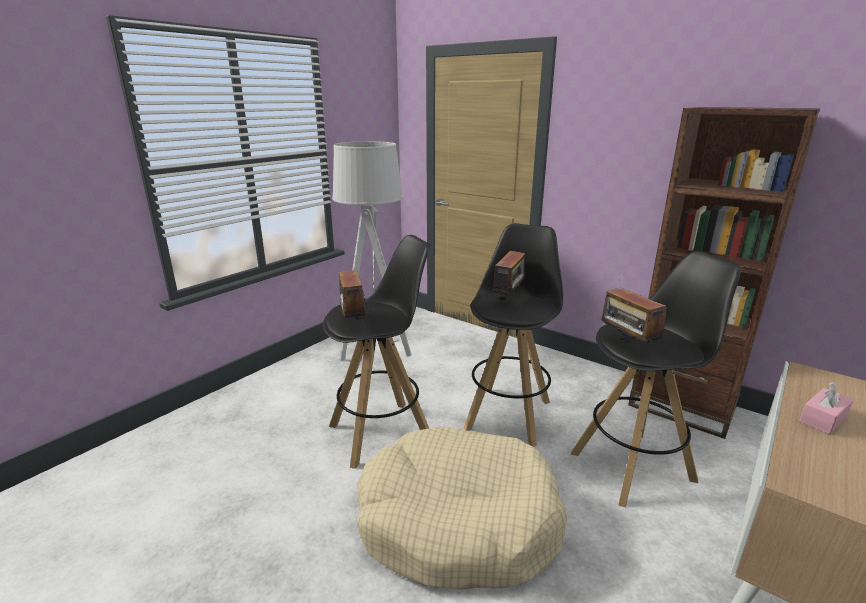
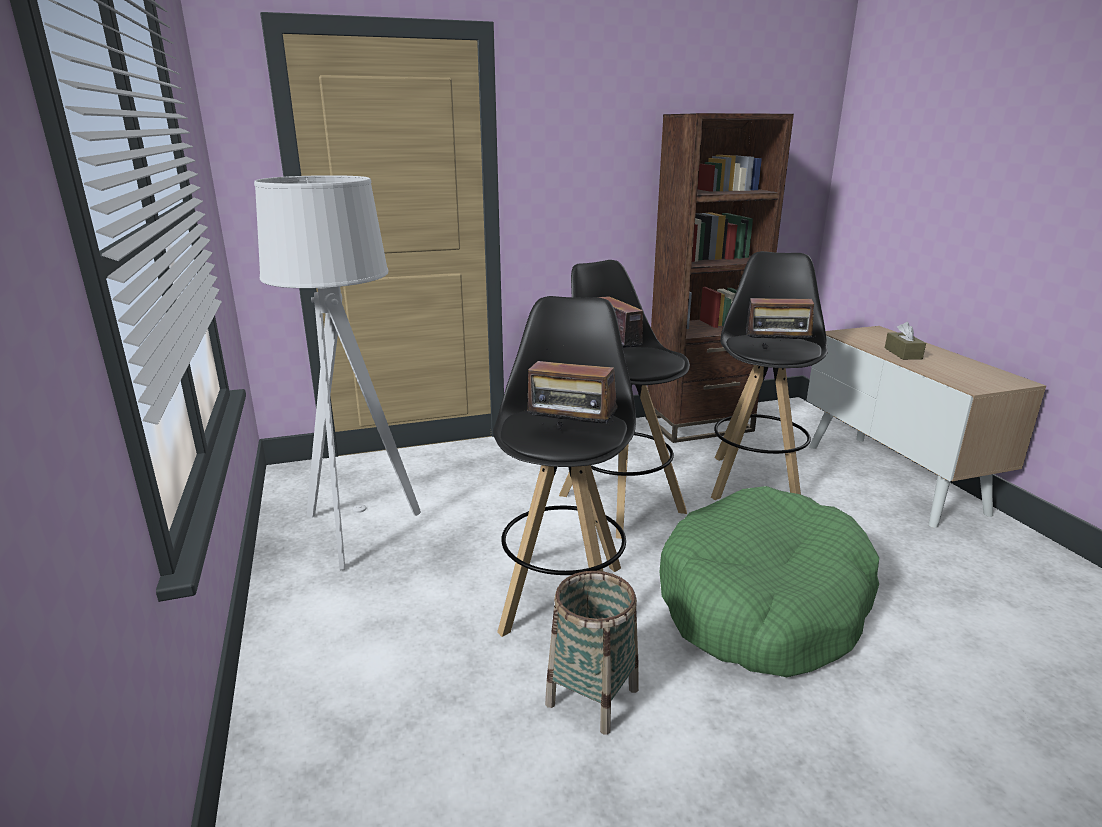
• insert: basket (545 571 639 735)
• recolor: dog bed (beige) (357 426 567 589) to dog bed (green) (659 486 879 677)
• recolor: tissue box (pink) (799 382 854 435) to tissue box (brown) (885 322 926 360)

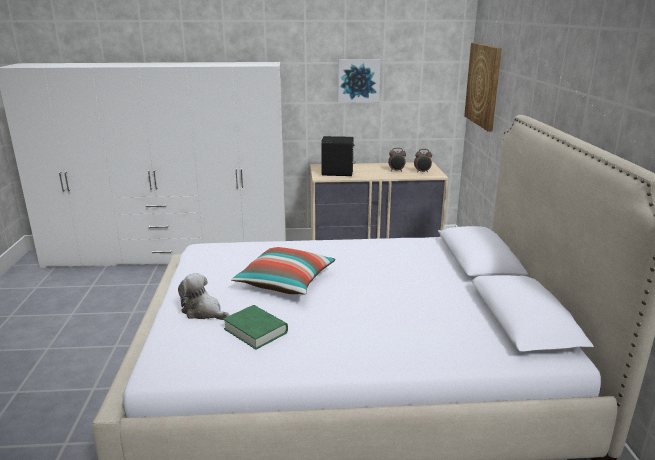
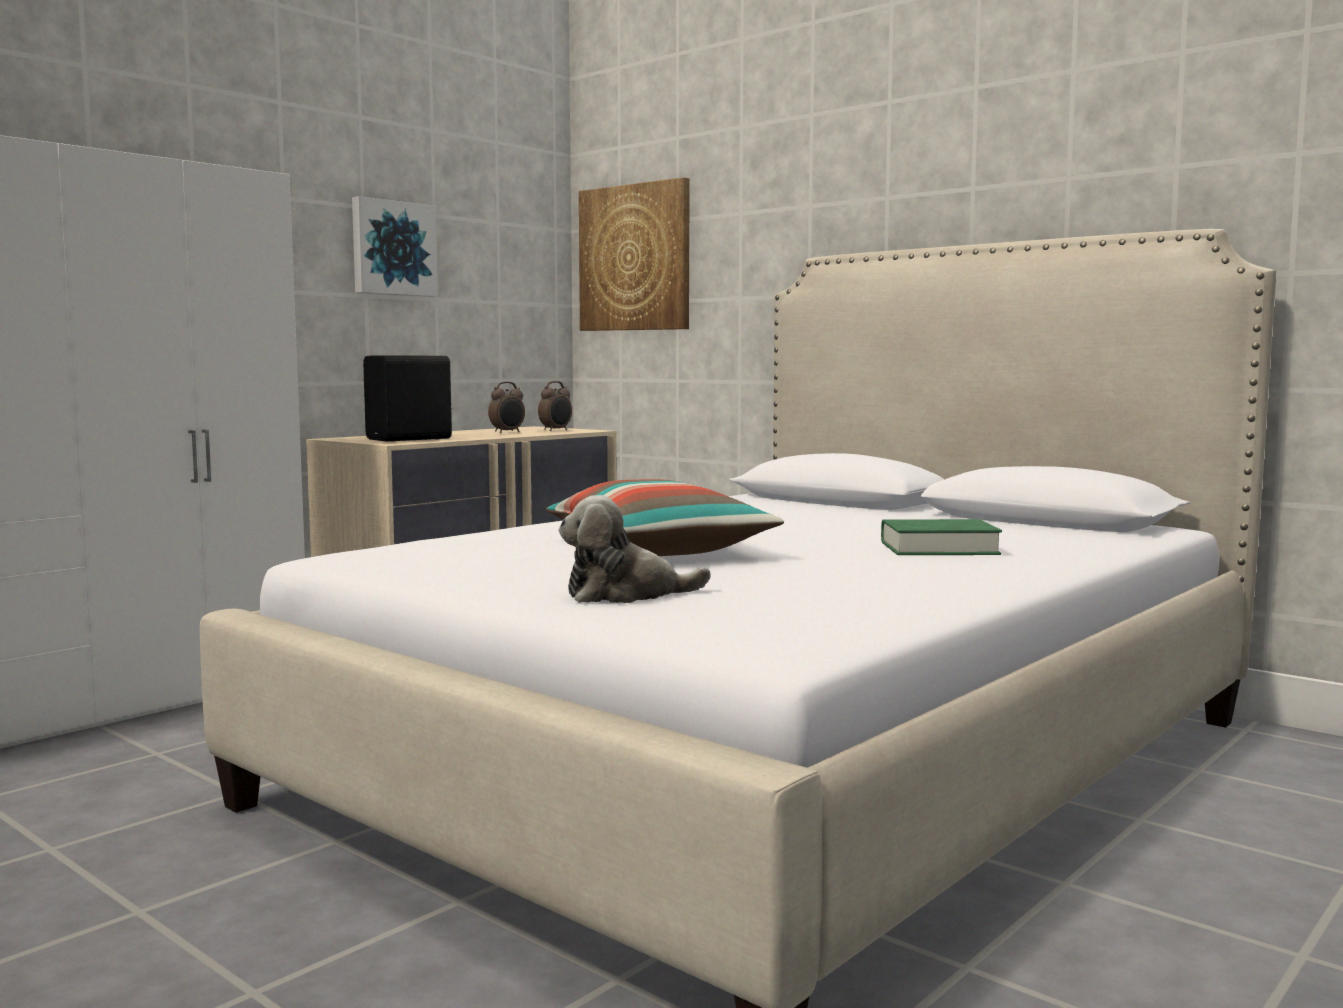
• move: book (green) (223 305 288 350) to (881 519 1002 555)

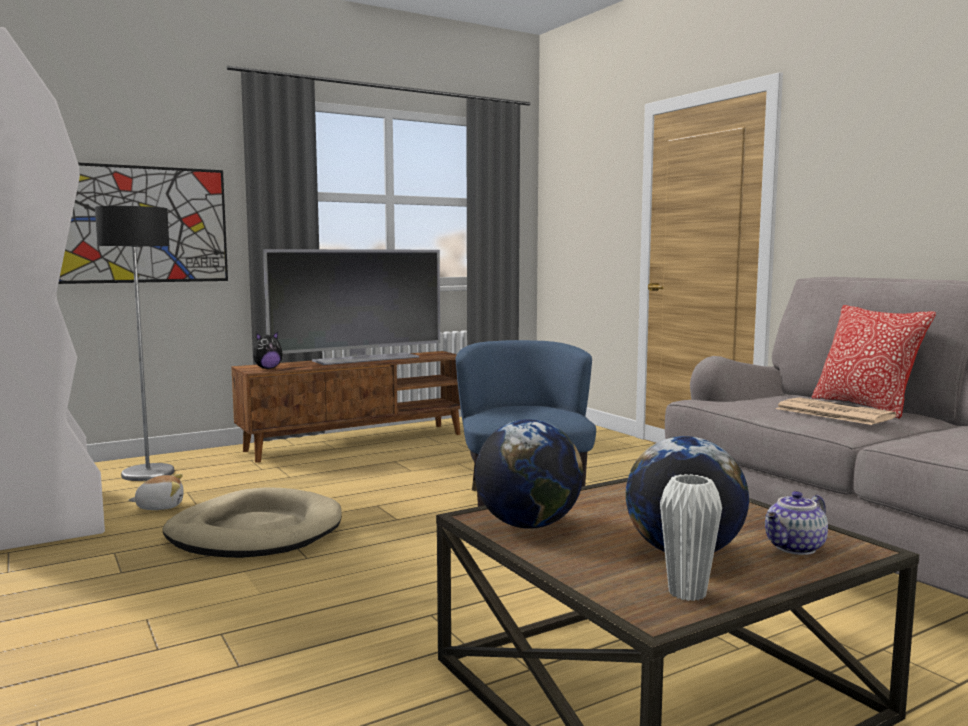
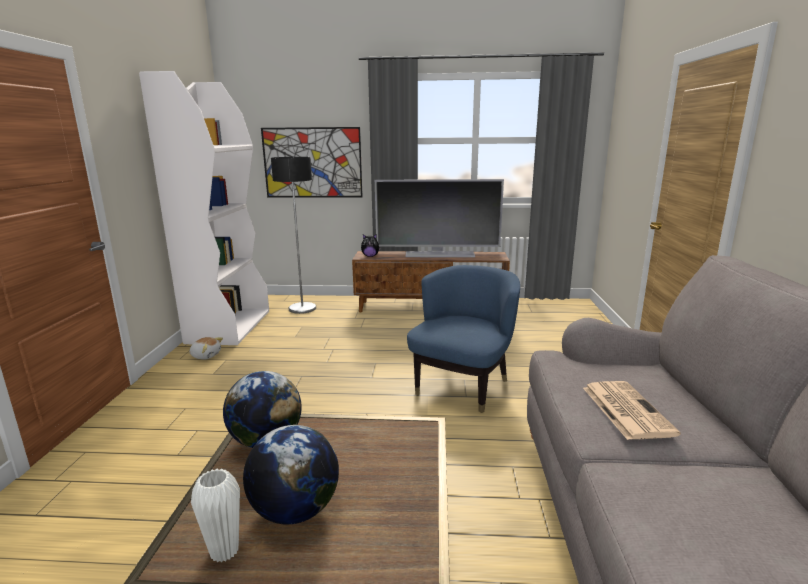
• delete: dog bed (beige) (163 488 342 558)
• delete: teapot (765 491 828 555)
• delete: pillow (811 305 936 419)
• move: plush toy (128 474 184 510) to (190 337 223 360)

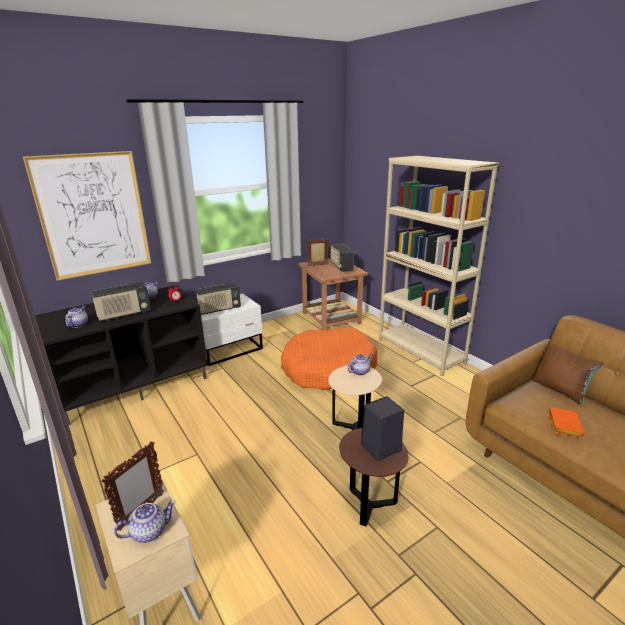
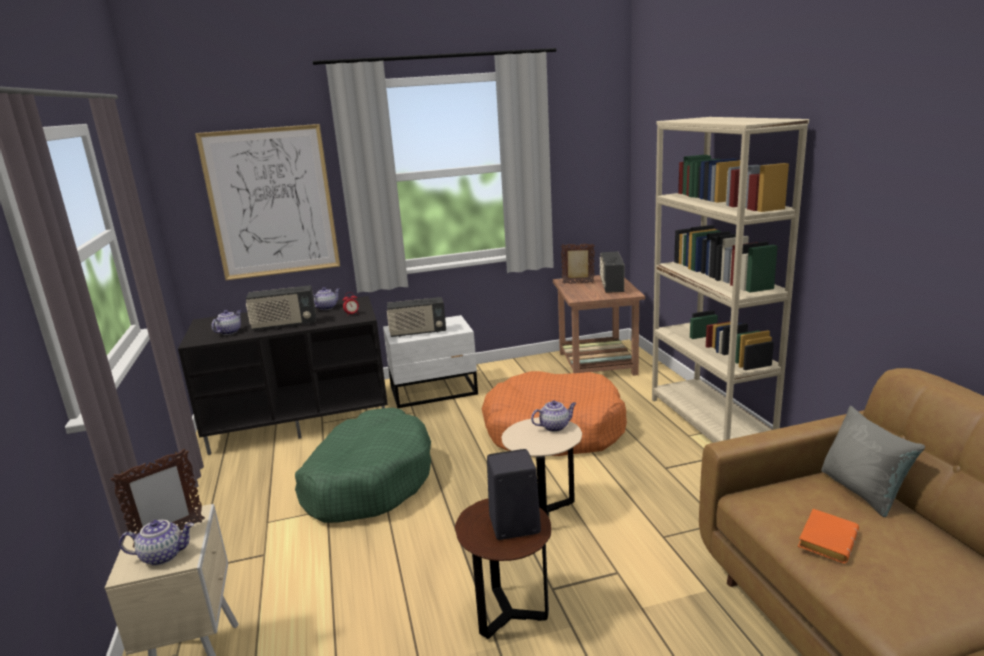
• insert: dog bed (green) (295 408 431 523)
• recolor: pillow (brown) (533 341 604 405) to pillow (grey) (821 406 925 517)

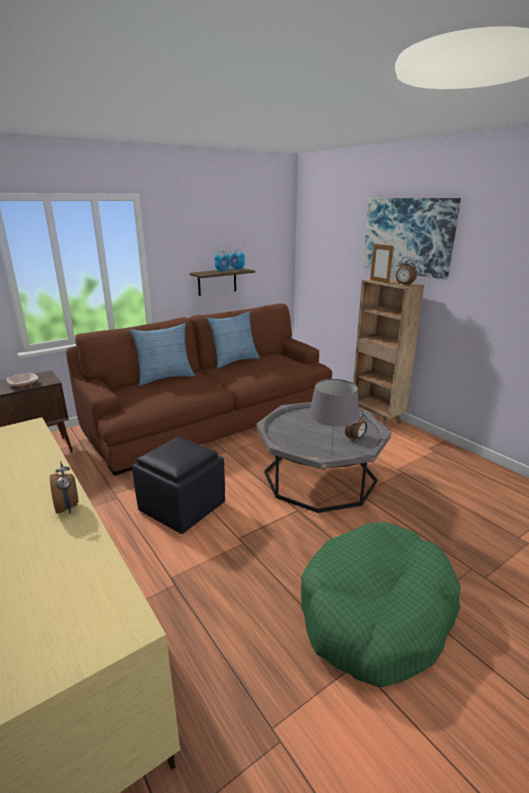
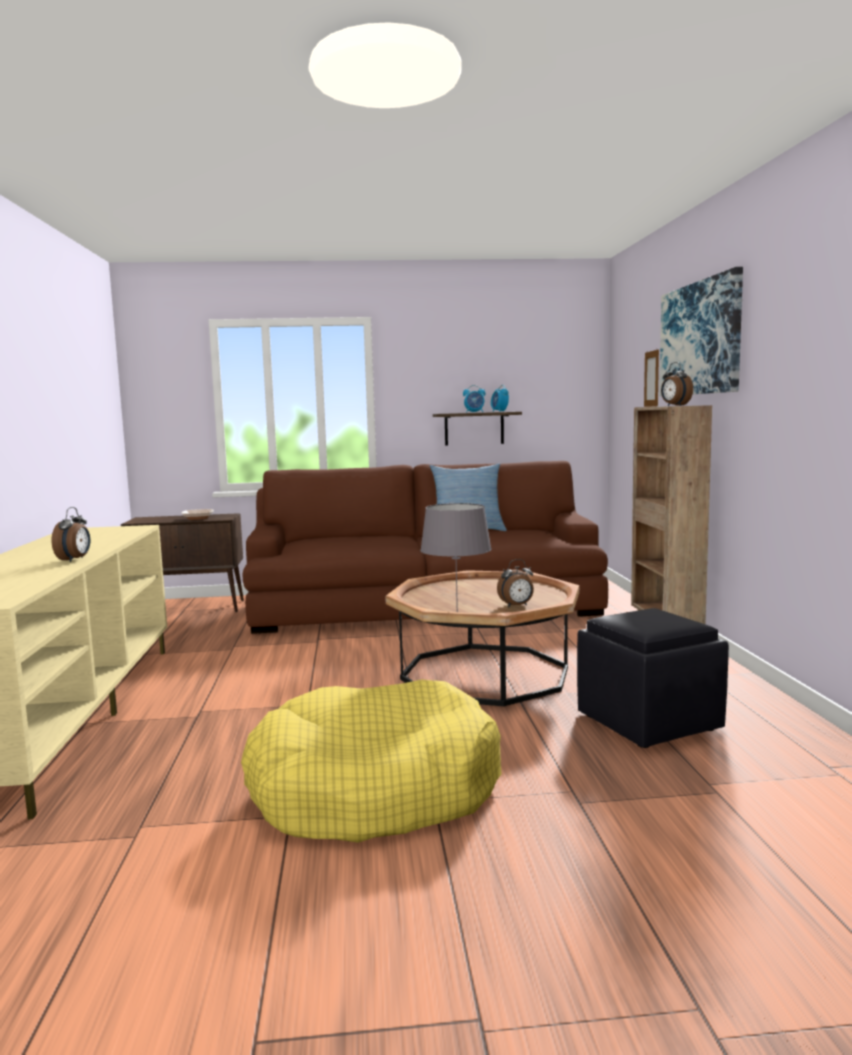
• delete: pillow (129 323 195 386)
• move: ottoman (black) (132 436 225 534) to (577 608 729 748)
• recolor: coffee table (grey) (257 402 391 513) to coffee table (brown) (385 570 579 706)
• recolor: dog bed (green) (301 522 461 687) to dog bed (yellow) (241 679 502 843)

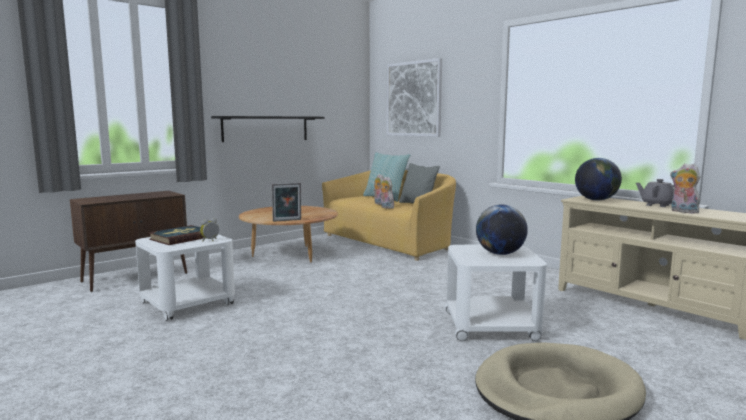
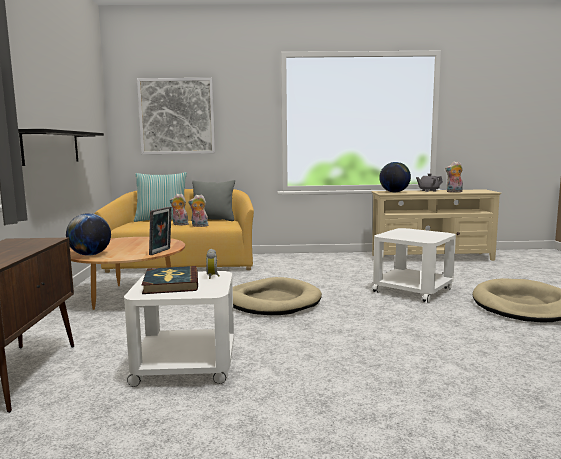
• insert: dog bed (beige) (233 277 322 315)
• move: globe (476 204 528 255) to (66 213 111 256)

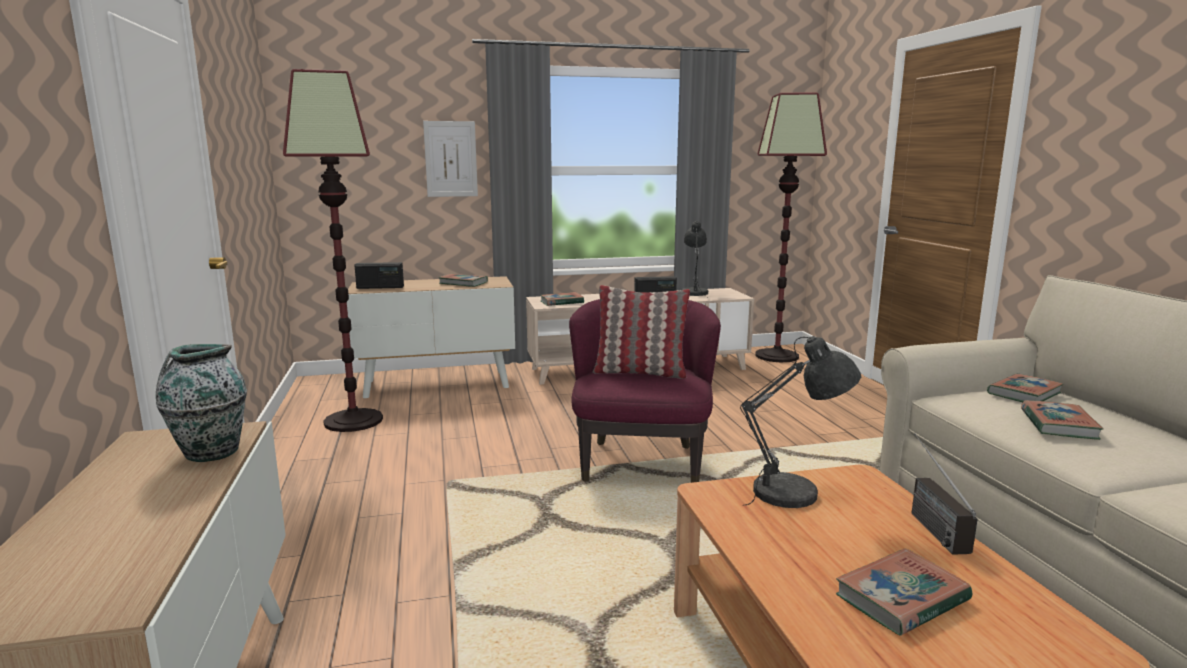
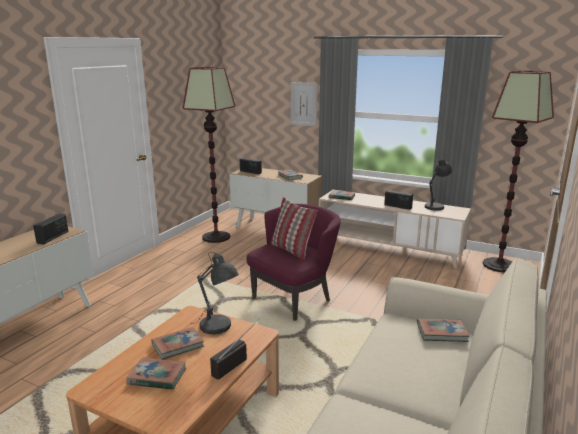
• move: book (1021 400 1104 440) to (152 327 204 359)
• replace: vase (156 344 247 462) to radio (33 214 68 244)

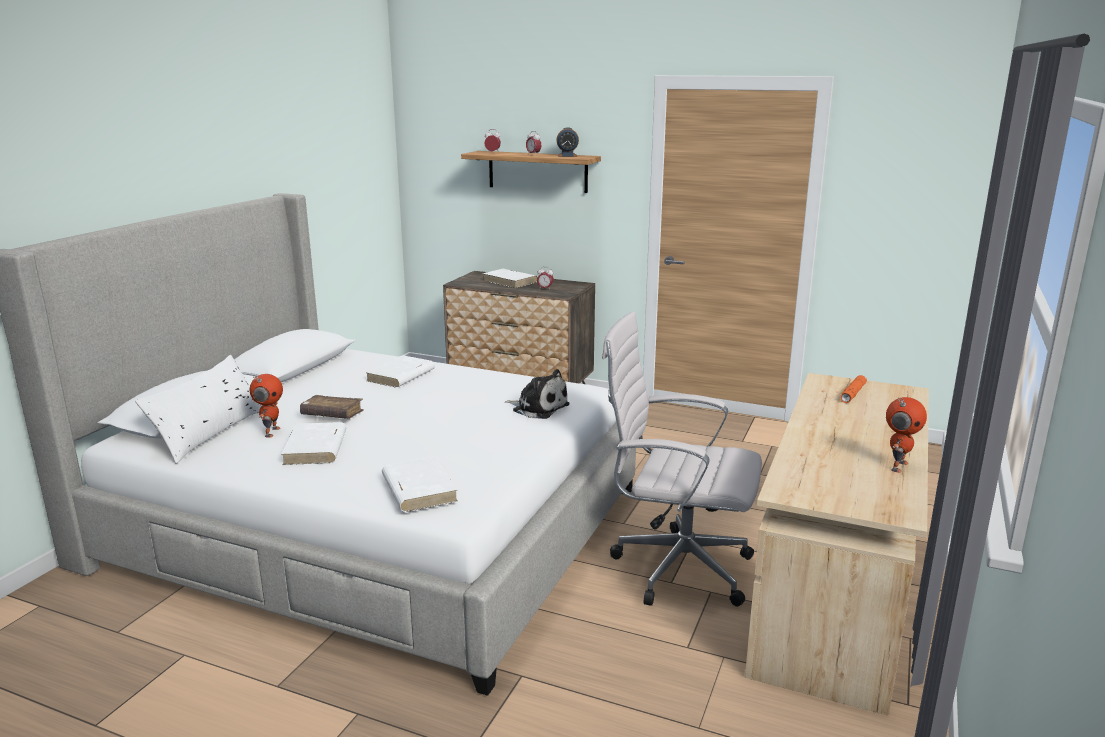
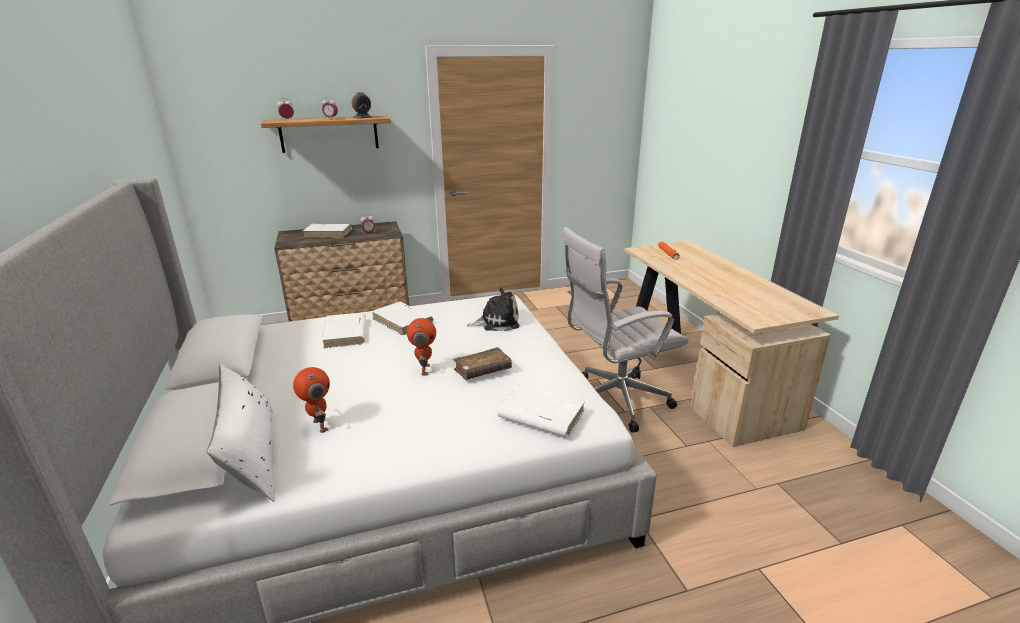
• move: book (white) (281 422 346 465) to (371 302 433 335)
• move: book (brown) (300 395 364 419) to (453 347 512 380)
• move: toy robot (886 397 927 473) to (407 318 436 376)

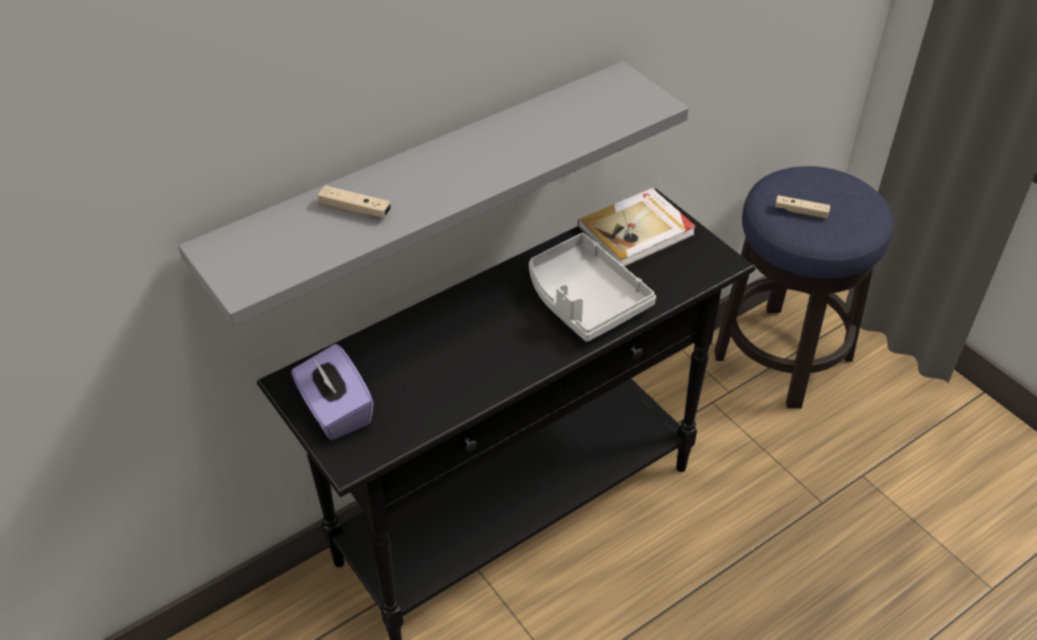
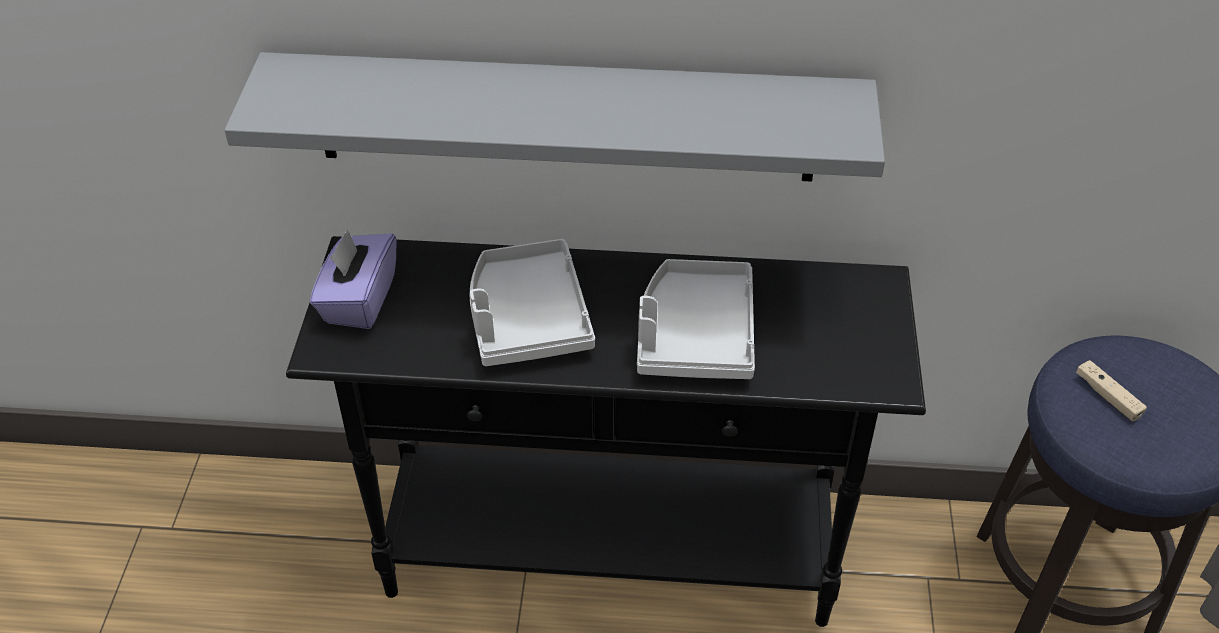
• delete: game controller (beige) (317 185 391 218)
• delete: book (578 188 696 267)
• insert: tray (grey) (470 239 595 366)

